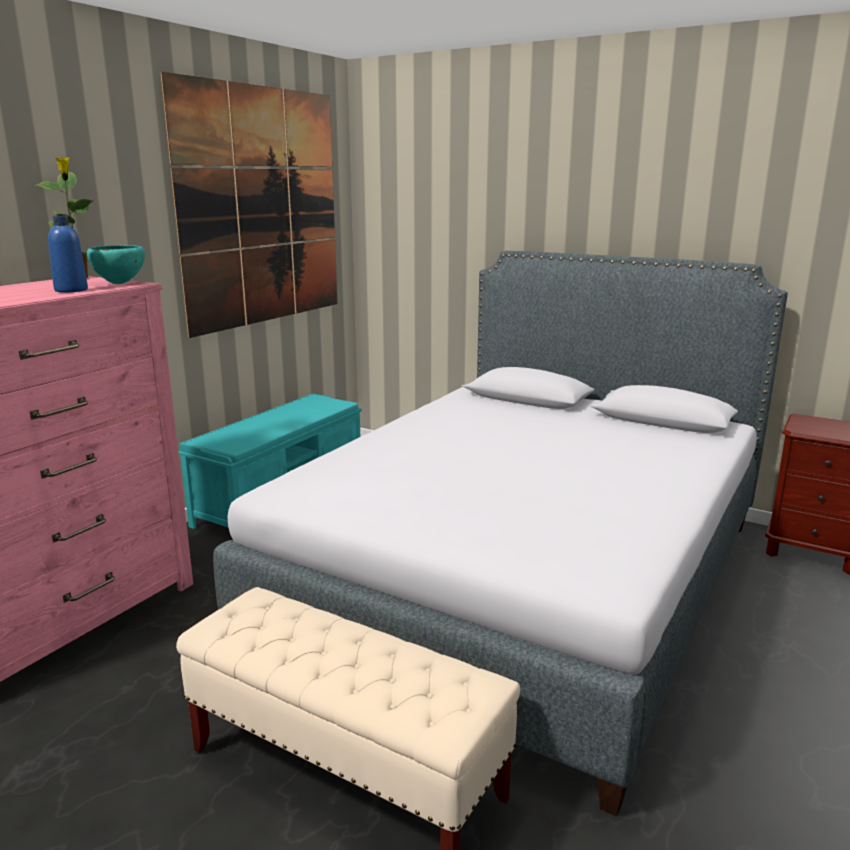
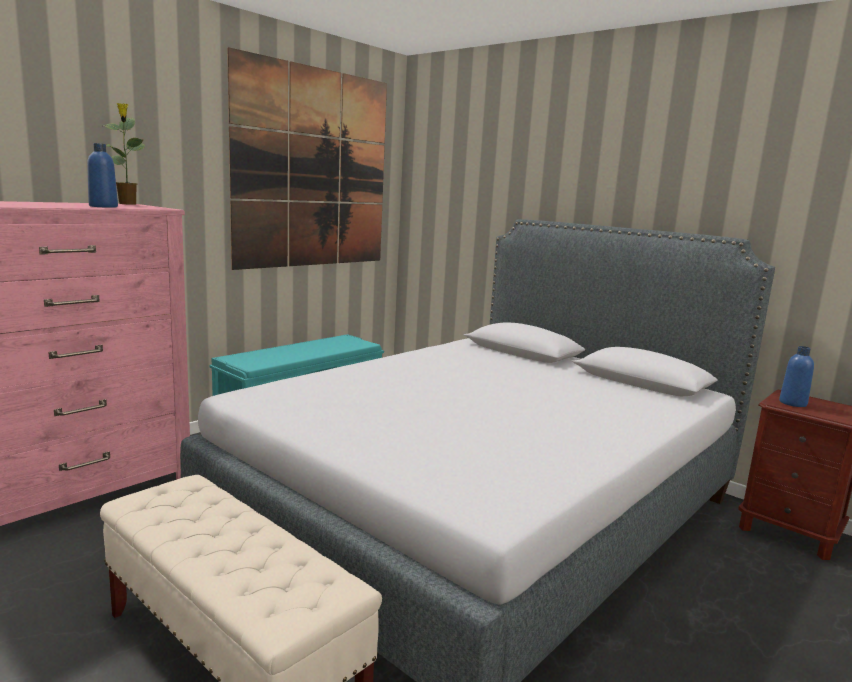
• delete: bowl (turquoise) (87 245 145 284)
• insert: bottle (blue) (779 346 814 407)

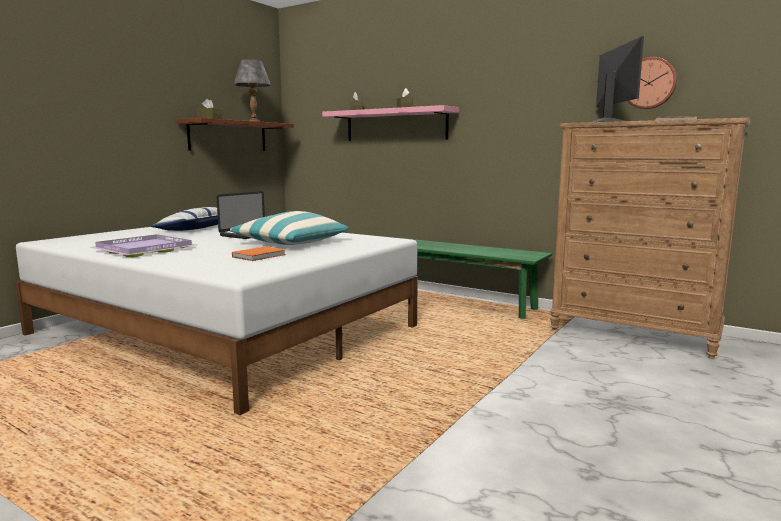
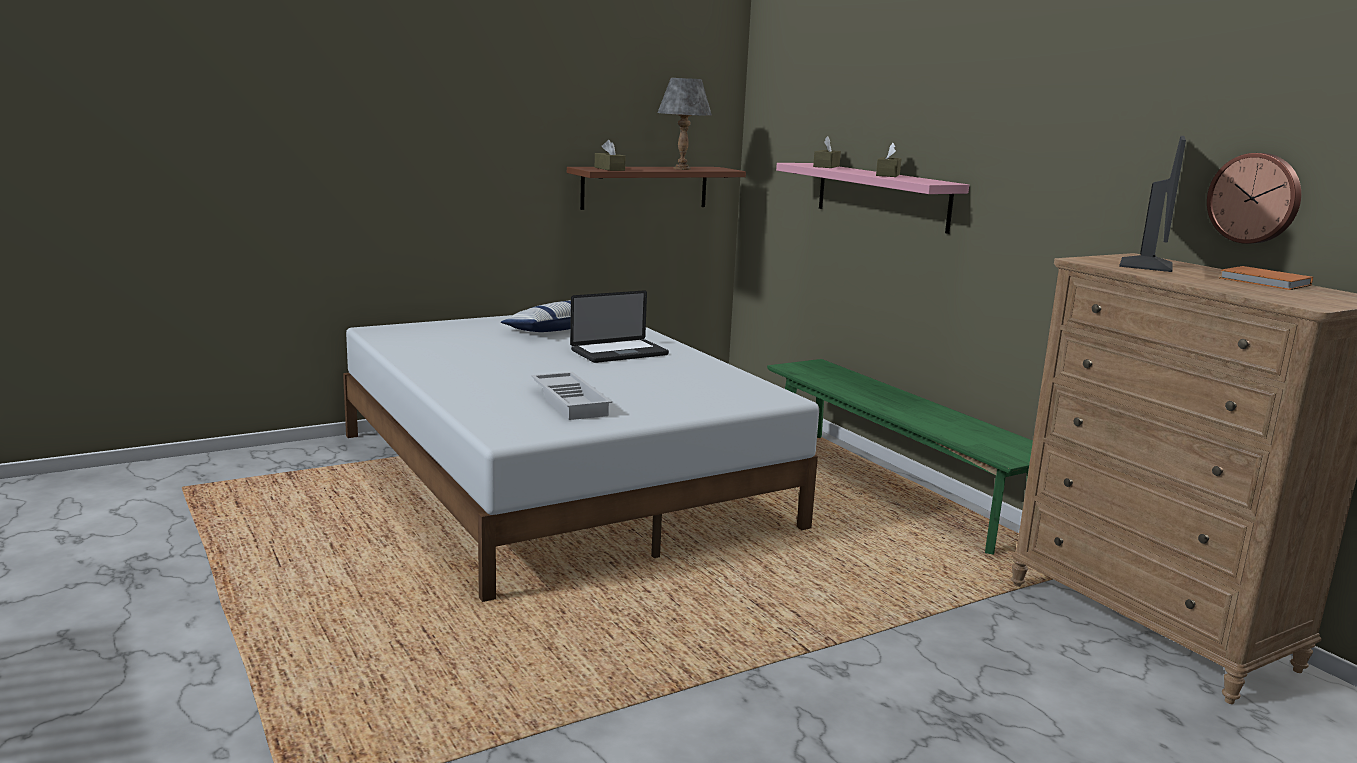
• delete: tray (purple) (90 234 197 257)
• delete: pillow (230 211 349 245)
• replace: book (orange) (232 246 286 261) to tray (white) (531 372 612 420)

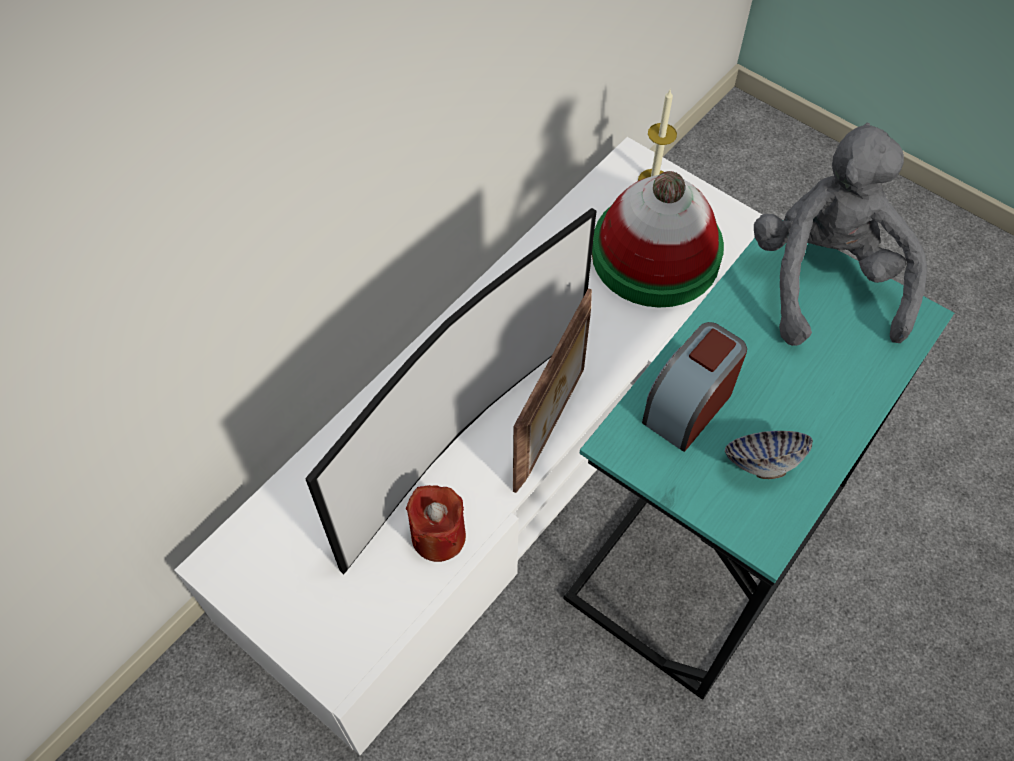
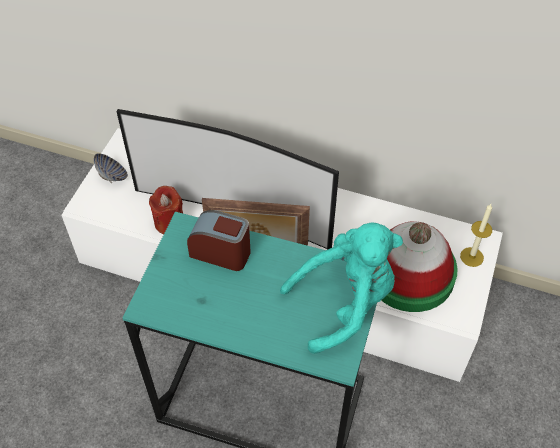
• move: bowl (725 431 813 479) to (94 153 128 182)
• recolor: plush toy (grey) (754 123 927 346) to plush toy (turquoise) (280 222 403 354)

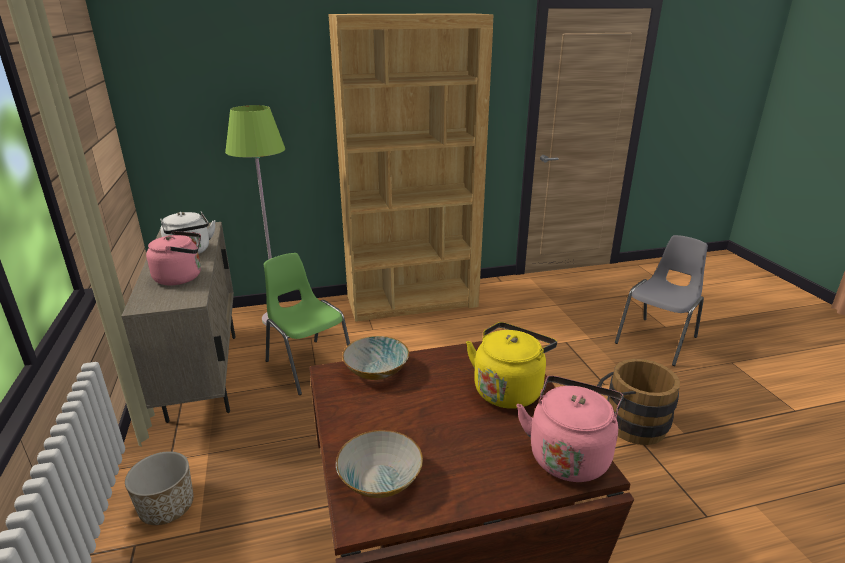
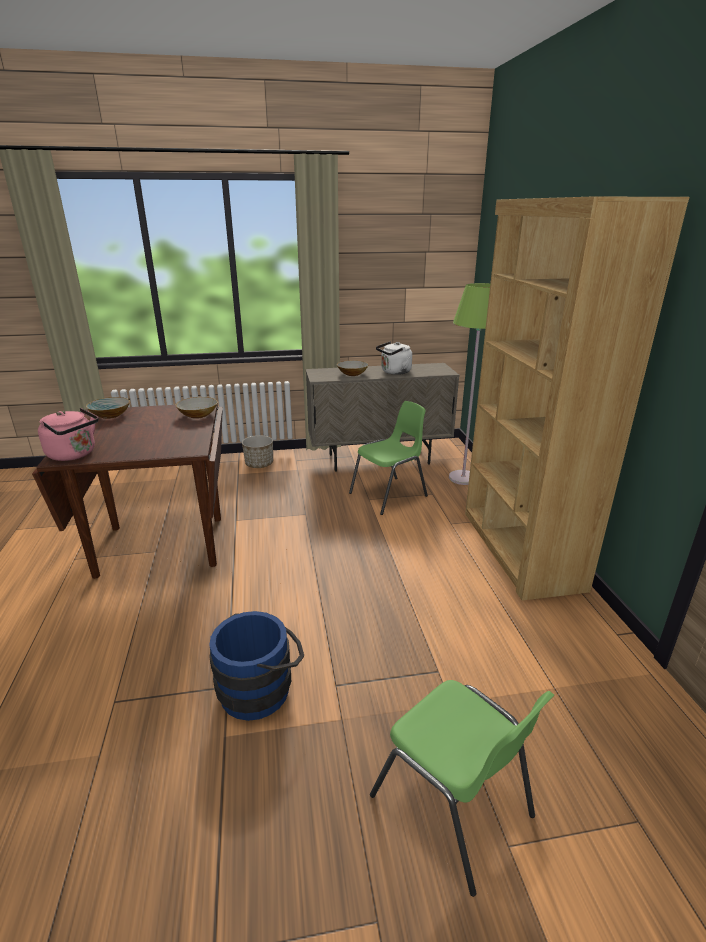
• delete: kettle (yellow) (466 322 557 409)
• replace: kettle (pink) (146 231 201 285) to bowl (337 360 368 376)
• recolor: bucket (brown) (597 359 680 445) to bucket (blue) (209 611 304 721)
• recolor: chair (grey) (615 235 708 366) to chair (green) (370 680 554 897)

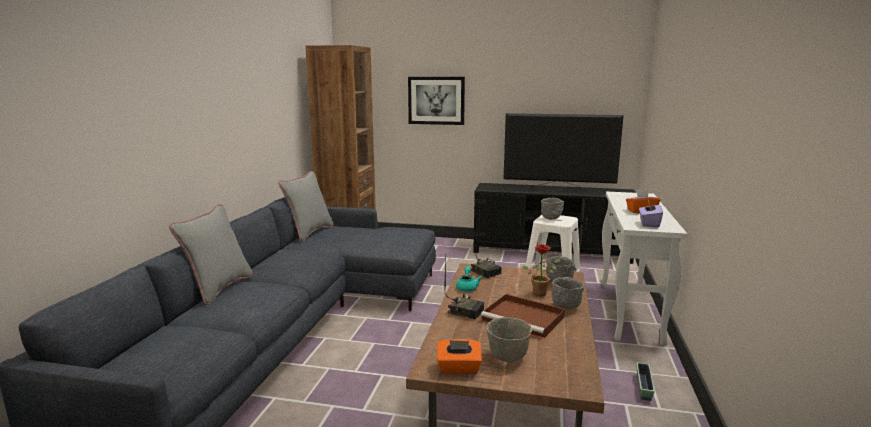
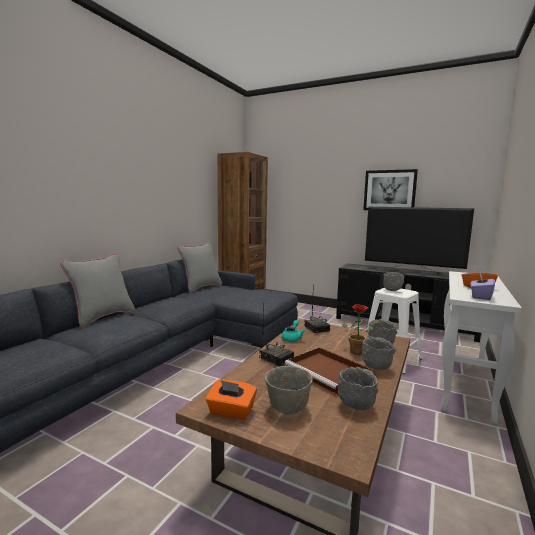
• delete: planter (636 363 655 401)
• insert: bowl (grey) (338 367 378 410)
• move: picture (408 77 465 125) to (363 169 418 210)

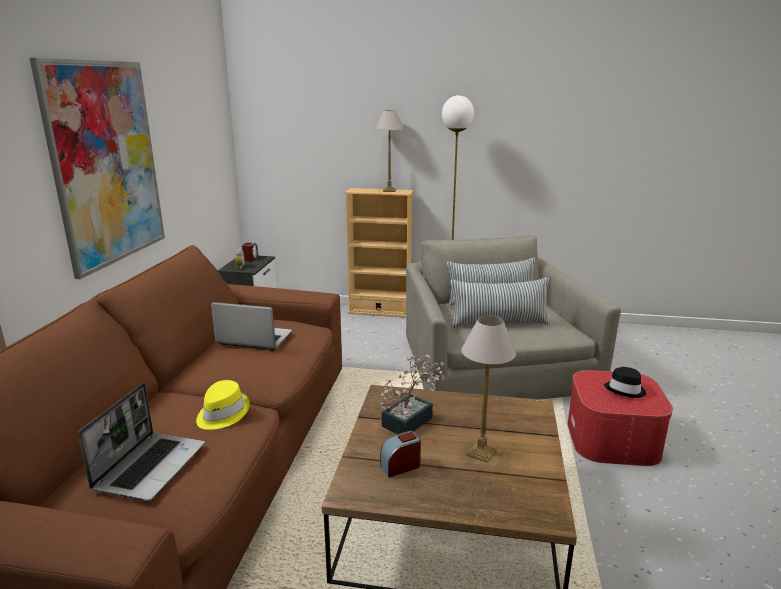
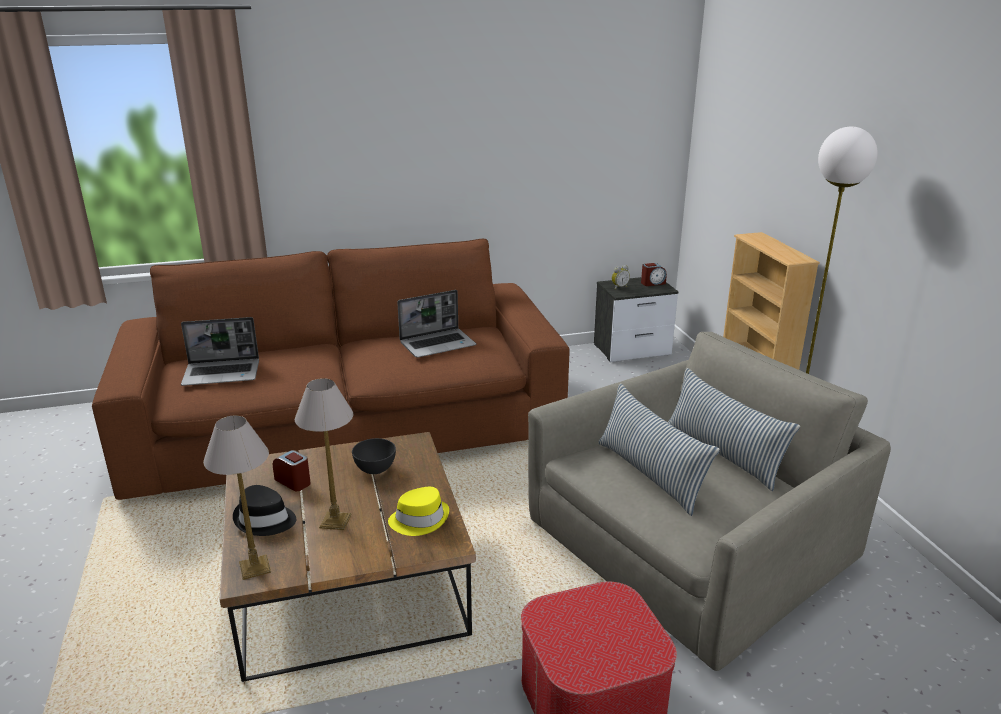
• delete: picture (30 58 165 279)
• move: hat (yellow) (196 380 250 430) to (388 487 449 536)
• move: table lamp (376 110 403 192) to (203 416 271 580)
• move: hat (black) (604 367 646 398) to (233 485 296 536)
• replace: potted plant (381 355 446 434) to bowl (grey) (352 438 396 474)
• rotate: laptop (211 302 292 350) = (397 290 476 358) 75 degrees clockwise

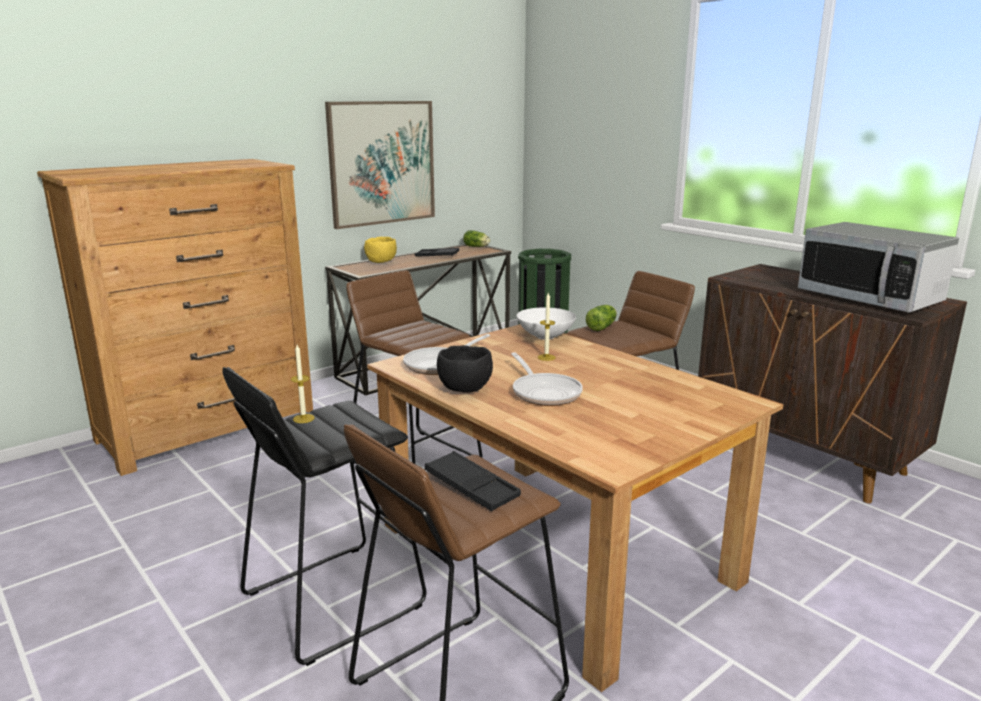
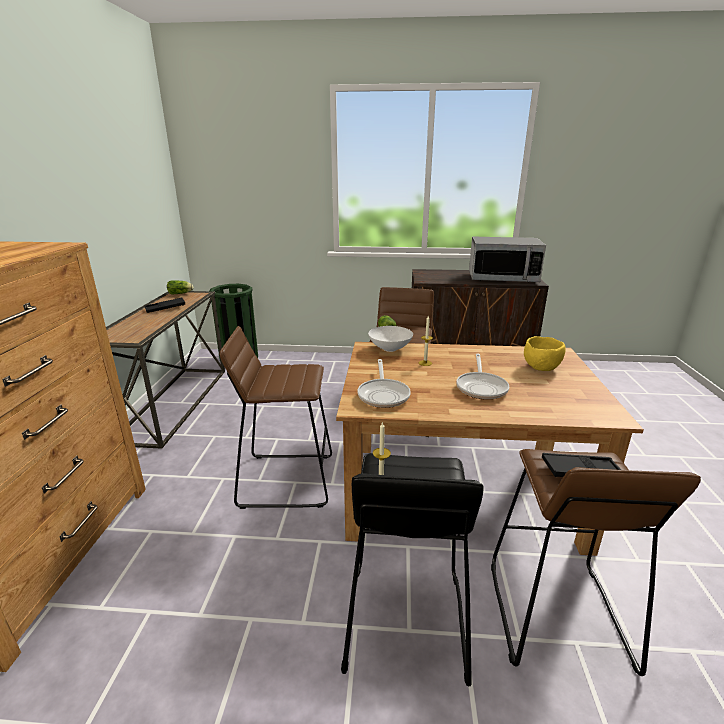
• delete: picture (325 101 435 229)
• delete: bowl (black) (437 345 493 393)
• move: bowl (yellow) (364 237 397 263) to (524 336 566 371)
• rotate: frying pan (511 352 583 406) = (456 354 509 400) 75 degrees clockwise

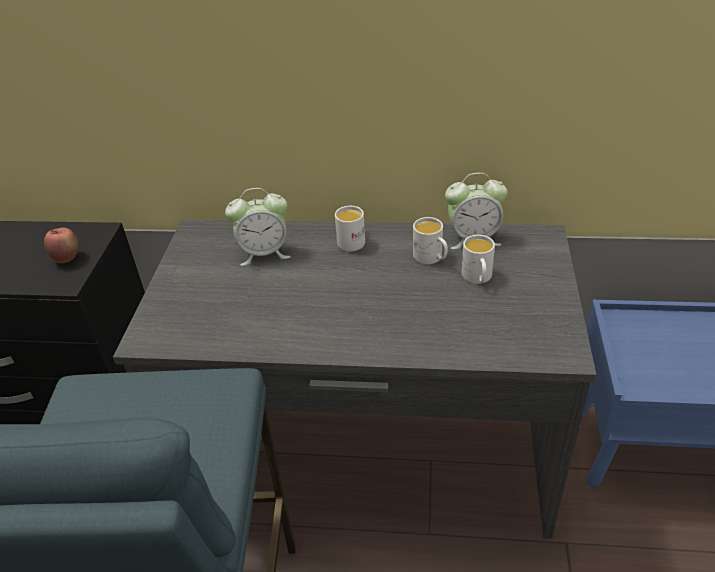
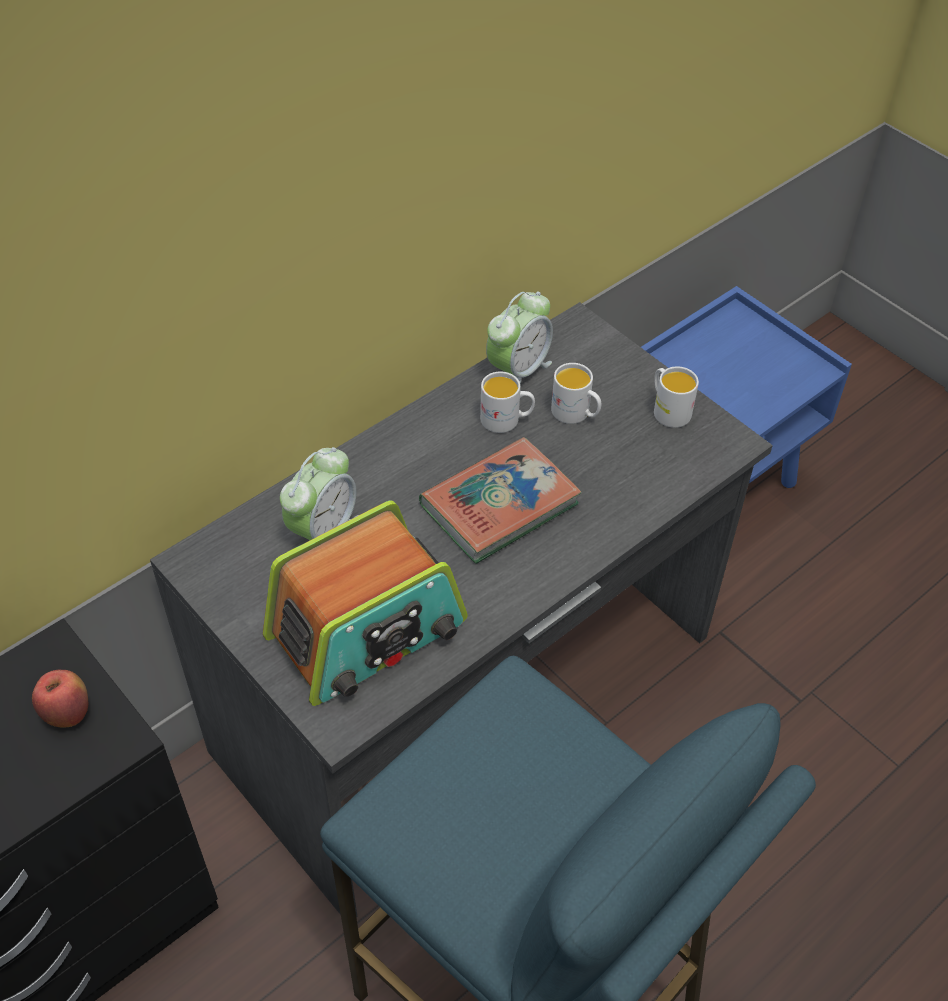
• insert: radio (263 500 468 706)
• insert: book (419 437 581 564)
• move: mug (white) (335 206 365 251) to (654 366 699 428)

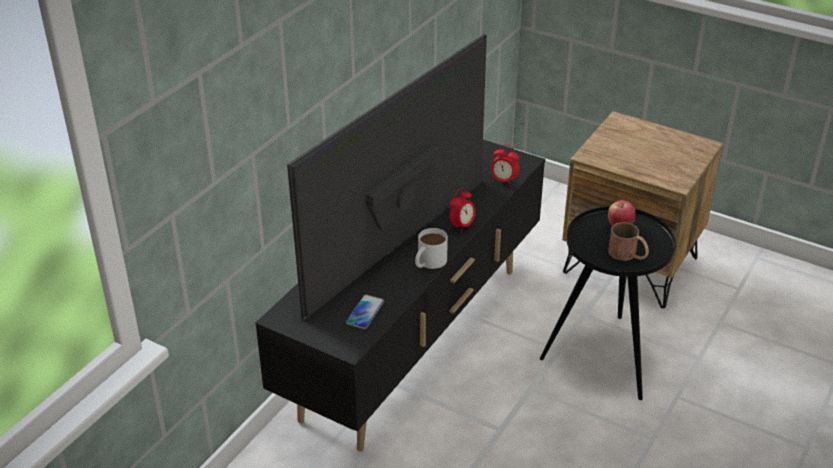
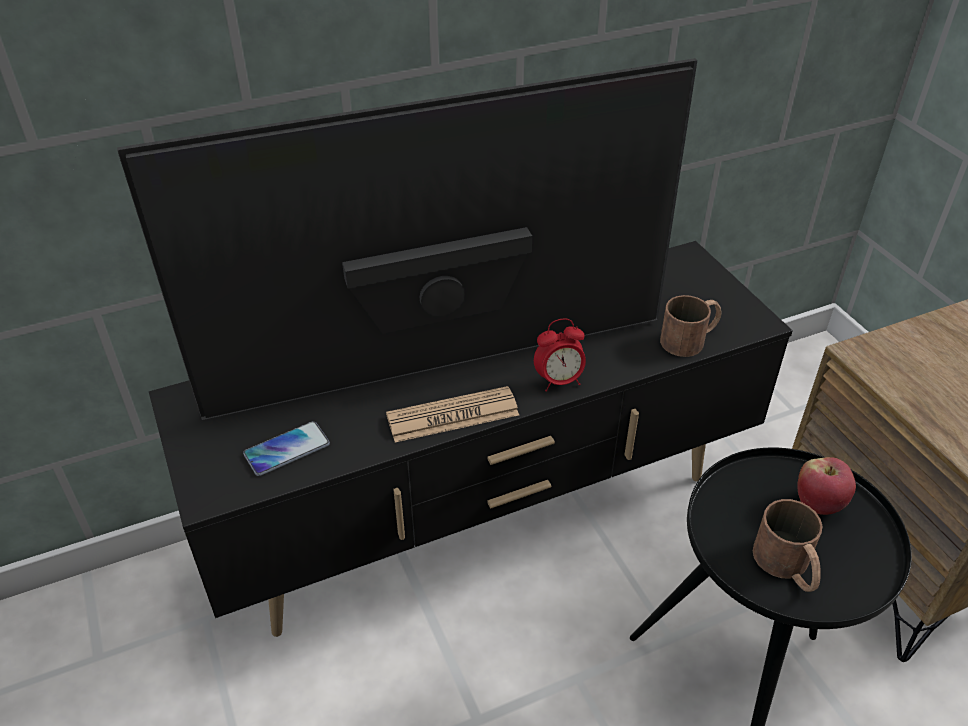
• replace: mug (white) (415 228 448 269) to newspaper (386 386 519 443)
• replace: alarm clock (491 144 520 187) to mug (brown) (660 295 722 357)

